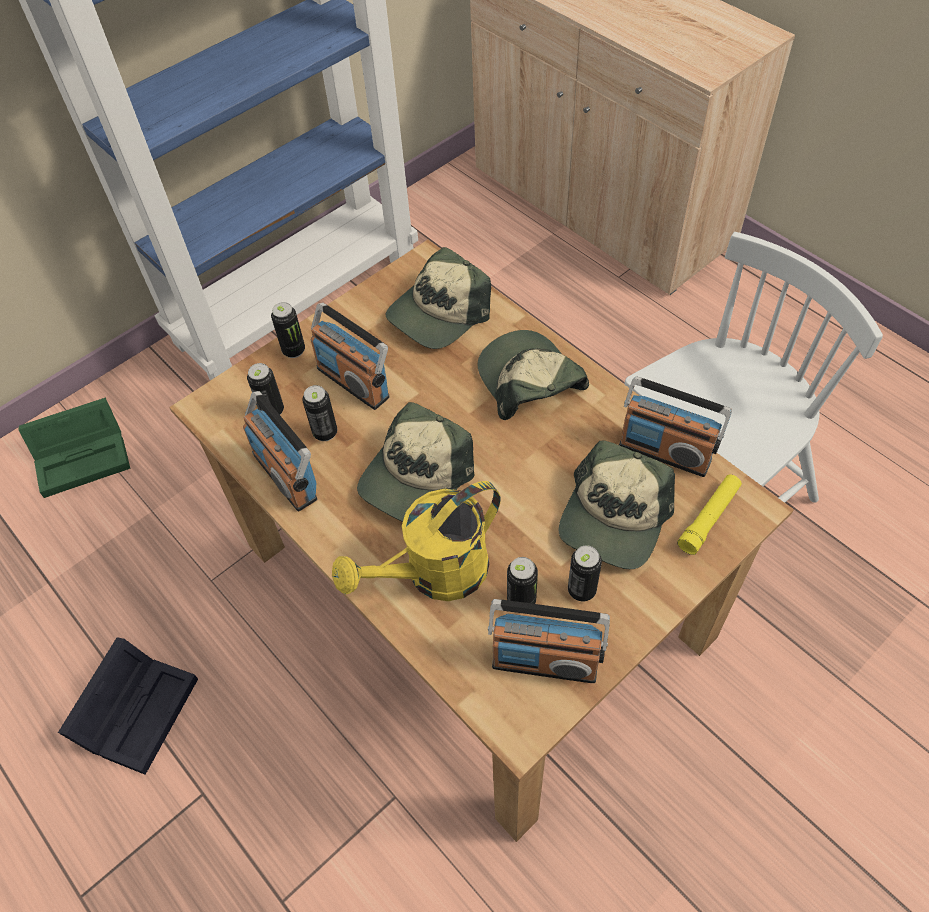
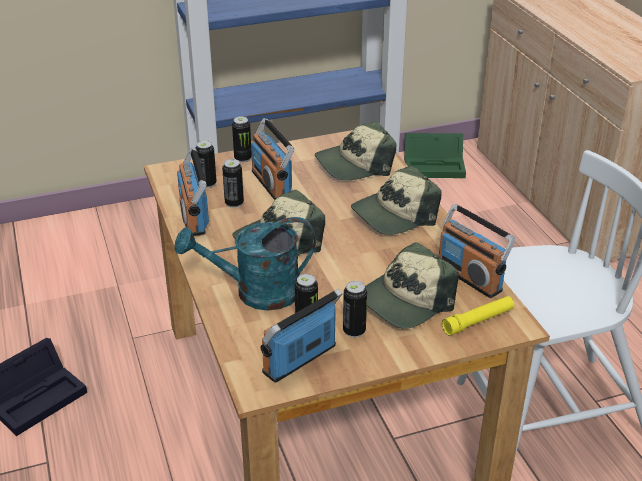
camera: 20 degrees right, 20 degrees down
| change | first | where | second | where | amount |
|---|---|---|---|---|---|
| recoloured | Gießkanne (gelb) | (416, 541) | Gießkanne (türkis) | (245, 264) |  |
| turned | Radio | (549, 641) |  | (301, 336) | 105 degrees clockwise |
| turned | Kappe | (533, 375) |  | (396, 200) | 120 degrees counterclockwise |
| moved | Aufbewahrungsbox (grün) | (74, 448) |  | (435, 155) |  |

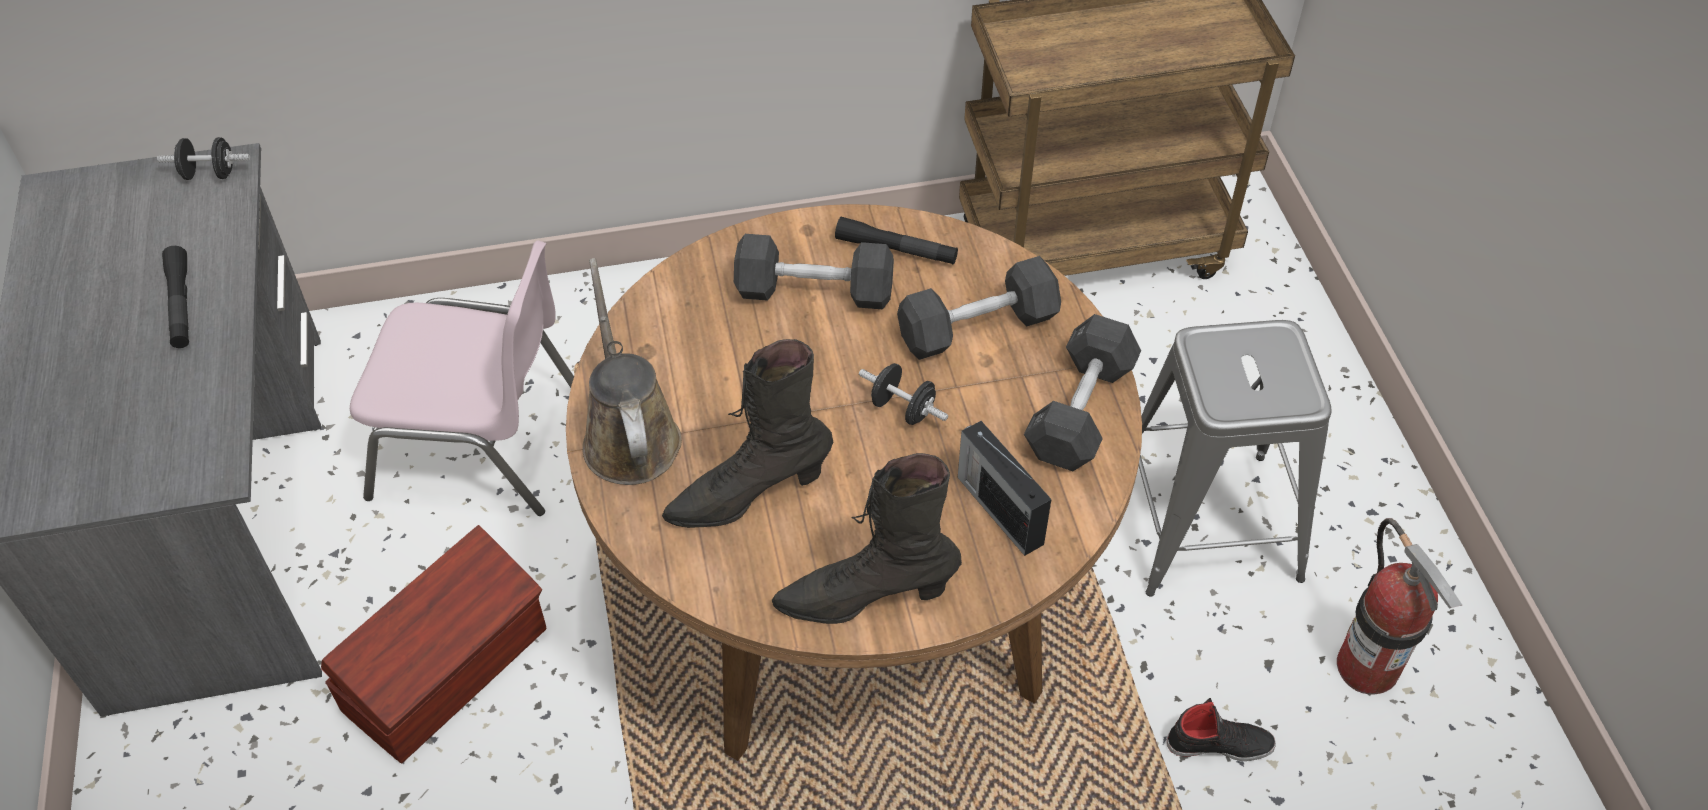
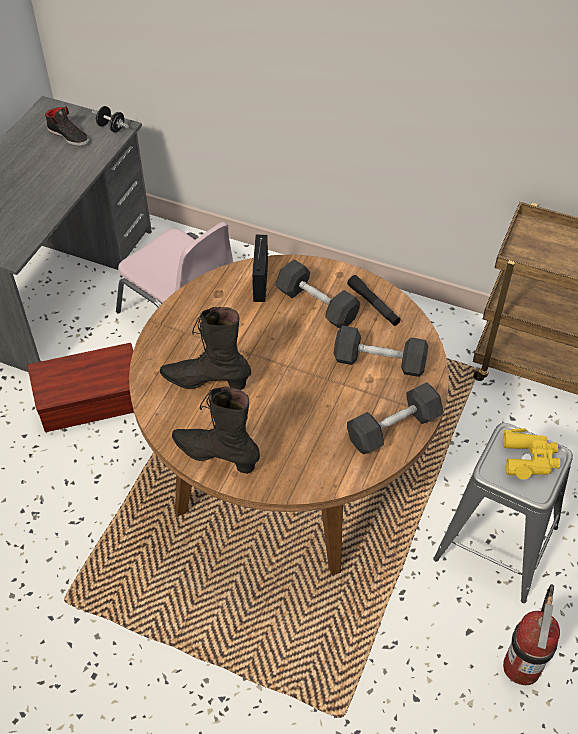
camera: 35 degrees right, 0 degrees up
| change | first | where | second | where | amount |
|---|---|---|---|---|---|
| moved | Schuh (schwarz) | (1221, 729) |  | (67, 126) |  |
| moved | Radio | (1004, 488) |  | (260, 268) |  |
| added |  |  | Fernglas (gelb) | (531, 454) |  |
| removed | Taschenlampe (schwarz) | (175, 297) |  |  |  |
| removed | Gießkanne (braun) | (632, 371) |  |  |  |
| removed | Hantel (schwarz) | (903, 394) |  |  |  |

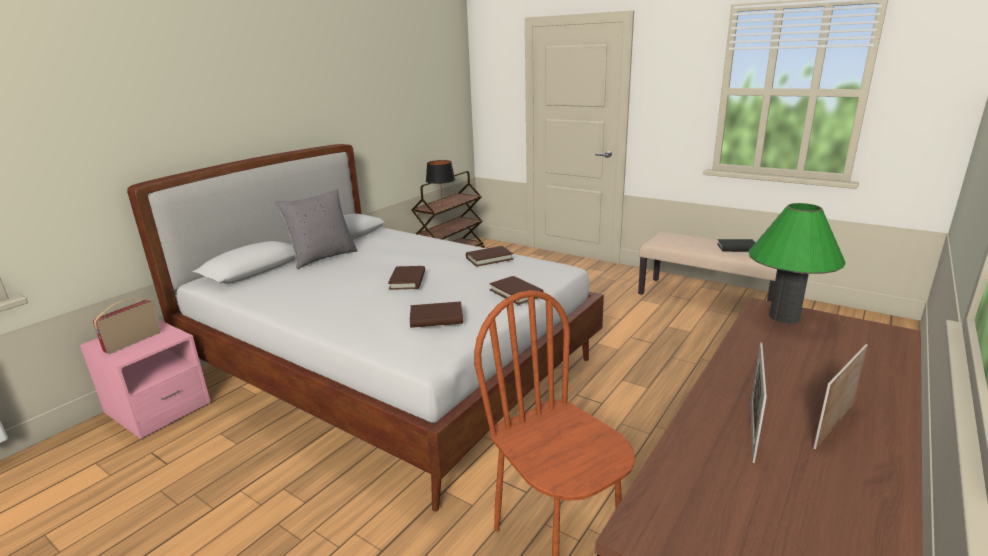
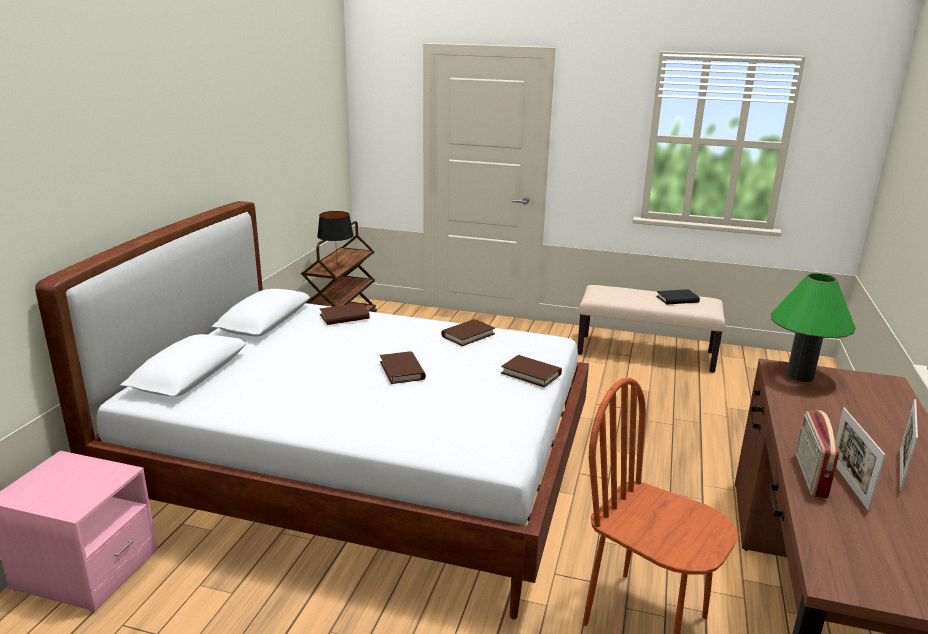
camera: 20 degrees left, 0 degrees up
| change | first | where | second | where | amount |
|---|---|---|---|---|---|
| moved | Buch (braun) | (436, 315) |  | (345, 314) |  |
| moved | Radio | (127, 326) |  | (817, 454) |  |
| removed | Kissen (grau) | (316, 229) |  |  |  |

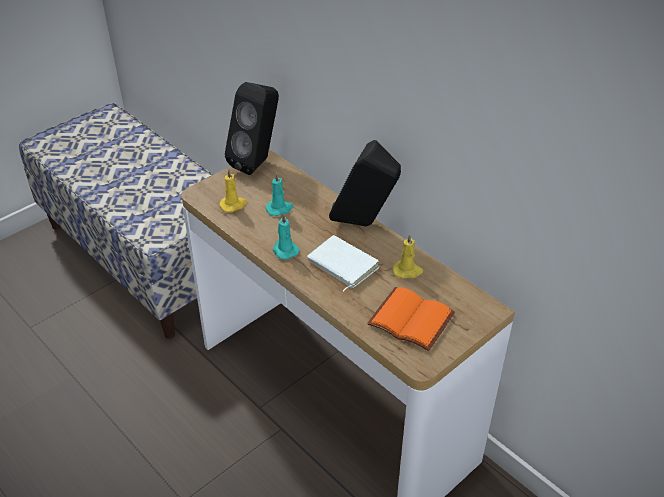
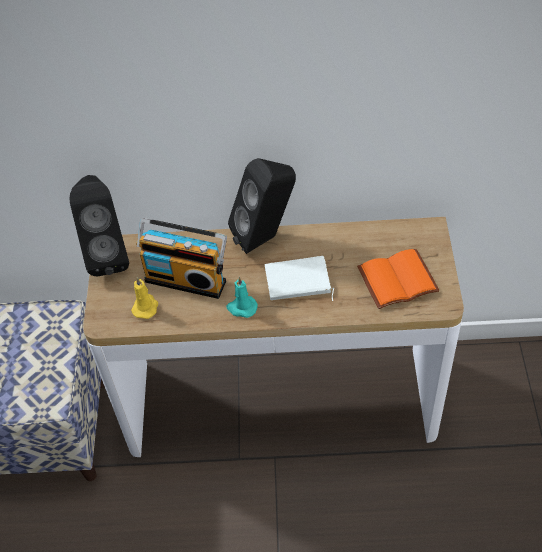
camera: 45 degrees left, 10 degrees up
| change | first | where | second | where | amount |
|---|---|---|---|---|---|
| replaced | Kerze (türkis) | (279, 194) | Radio | (181, 258) |  |
| removed | Kerze (gelb) | (408, 256) |  |  |  |

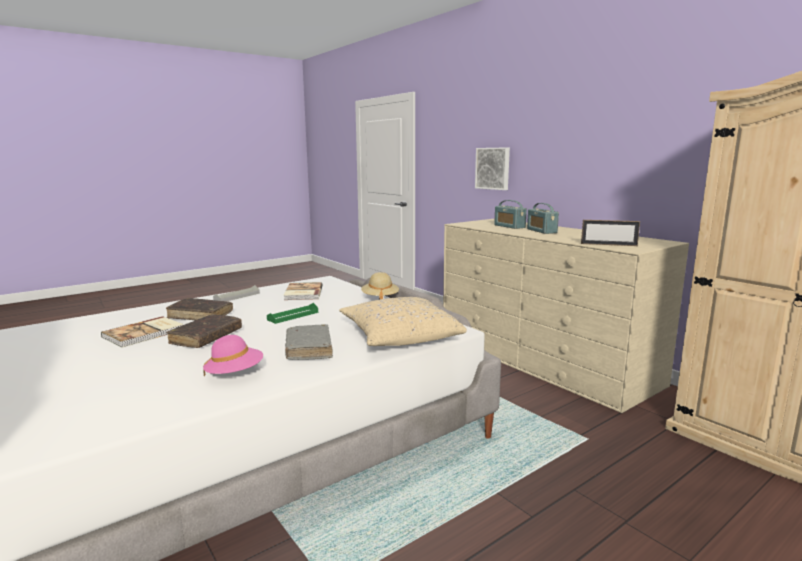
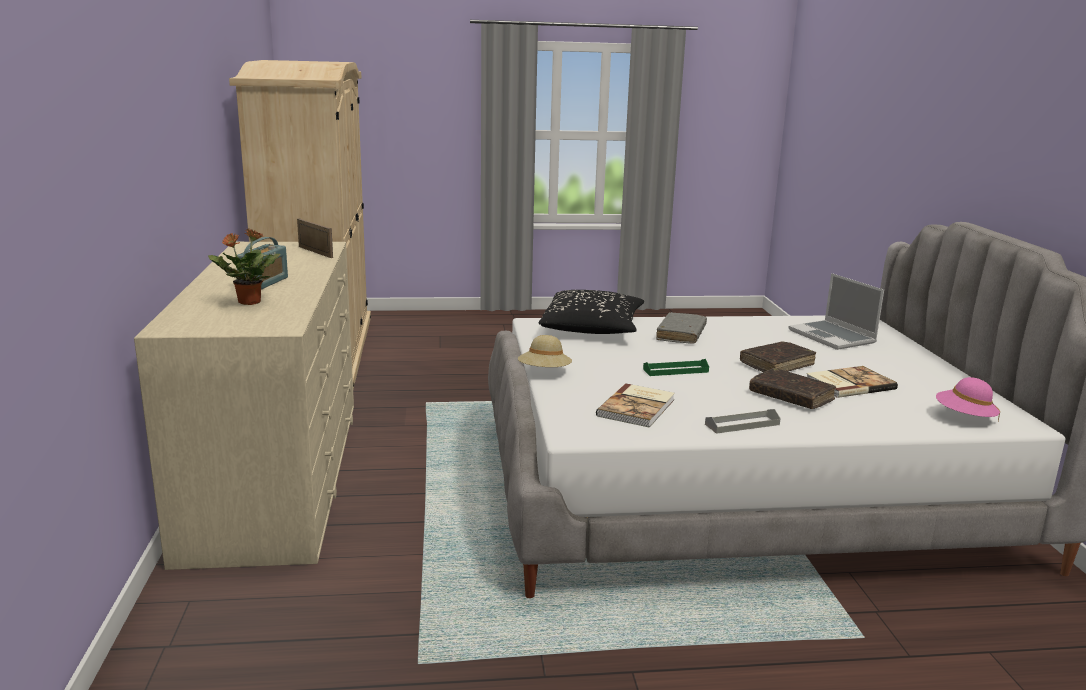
camera: 150 degrees left, 5 degrees up
| change | first | where | second | where | amount |
|---|---|---|---|---|---|
| replaced | Radio | (510, 214) | Topfpflanze | (244, 267) |  |
| recoloured | Kissen (beige) | (403, 321) | Kissen (schwarz) | (591, 312) |  |
| added |  |  | Laptop | (836, 311) |  |
| moved | Hut (rosa) | (233, 356) |  | (968, 399) |  |
| removed | Bild | (492, 168) |  |  |  |

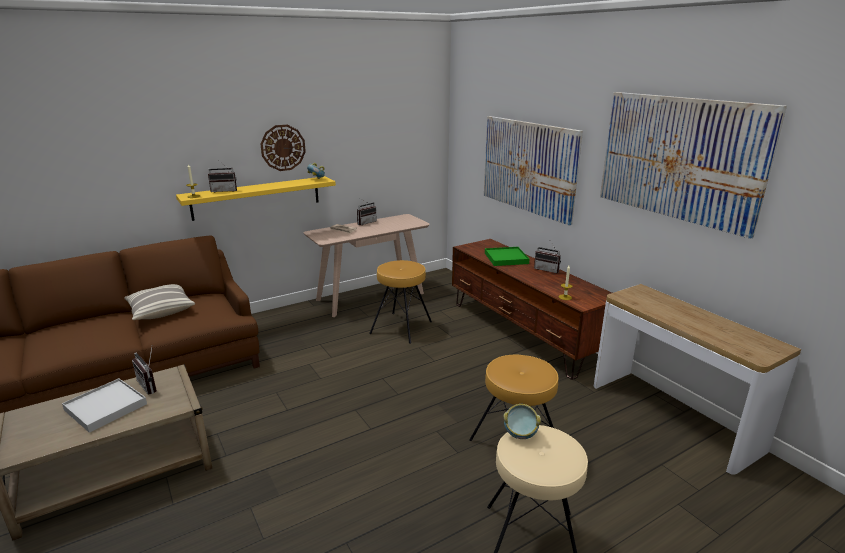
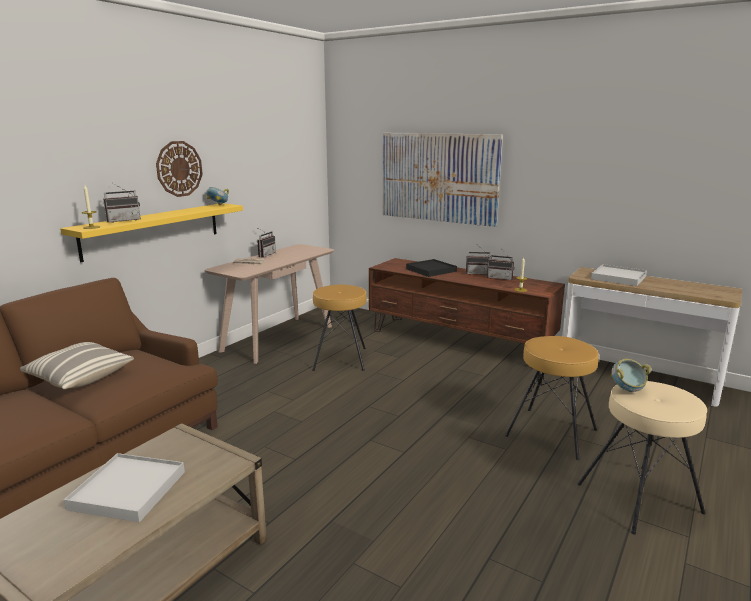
camera: 25 degrees left, 5 degrees down
| change | first | where | second | where | amount |
|---|---|---|---|---|---|
| recoloured | Tablett (grün) | (507, 256) | Tablett (schwarz) | (431, 268) |  |
| moved | Radio | (144, 371) |  | (501, 264) |  |
| added |  |  | Tablett (weiß) | (619, 275) |  |
| removed | Bild | (693, 165) |  |  |  |

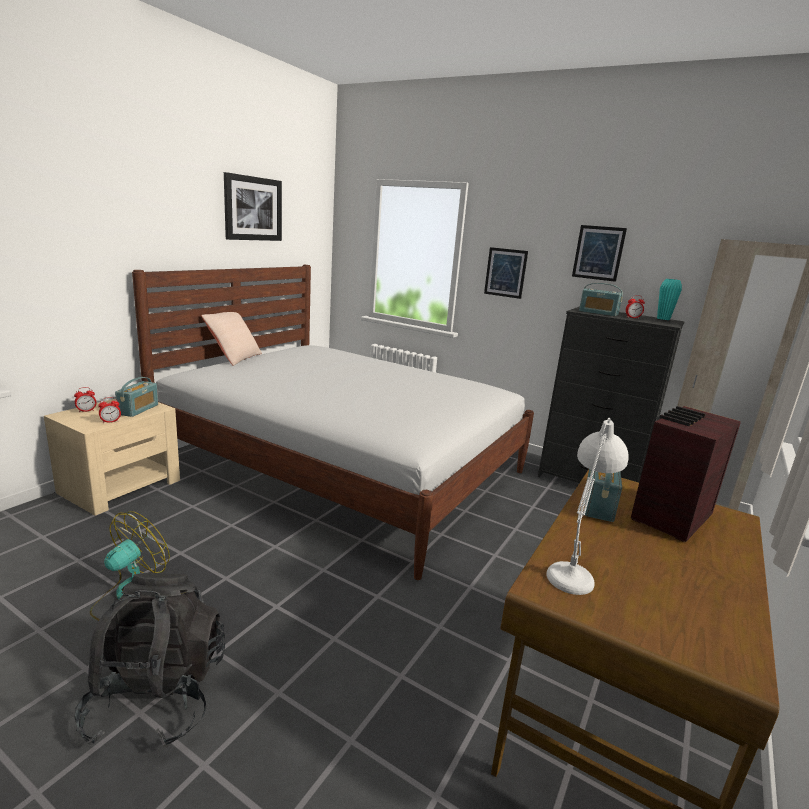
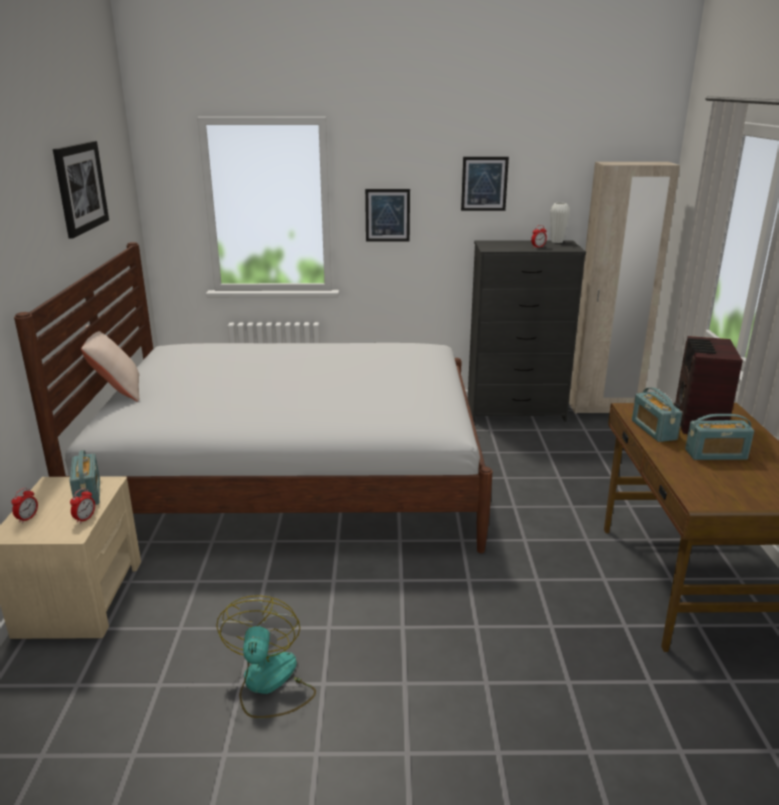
camera: 30 degrees left, 5 degrees up
| change | first | where | second | where | amount |
|---|---|---|---|---|---|
| recoloured | Vase (türkis) | (669, 299) | Vase (weiß) | (560, 223) |  |
| moved | Radio | (601, 299) |  | (719, 437) |  |
| removed | Rucksack (schwarz) | (149, 660) |  |  |  |
| removed | Tischlampe (weiß) | (587, 506) |  |  |  |

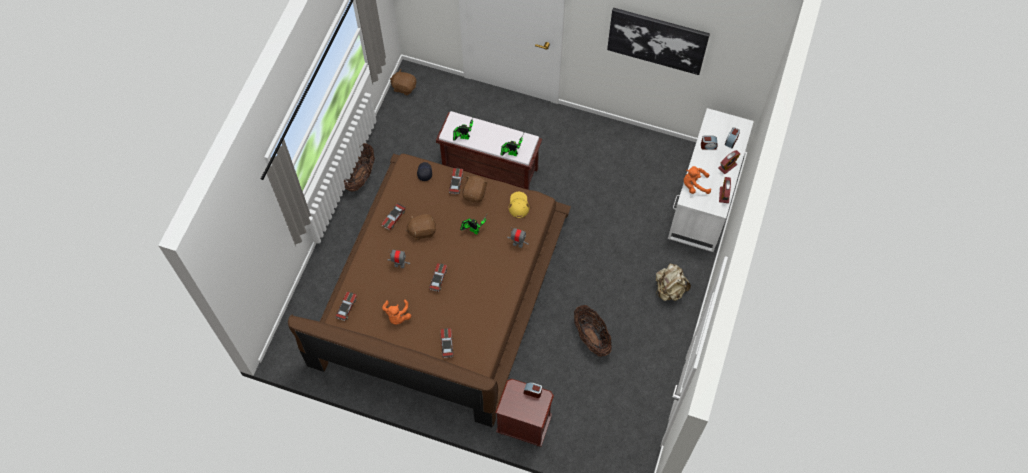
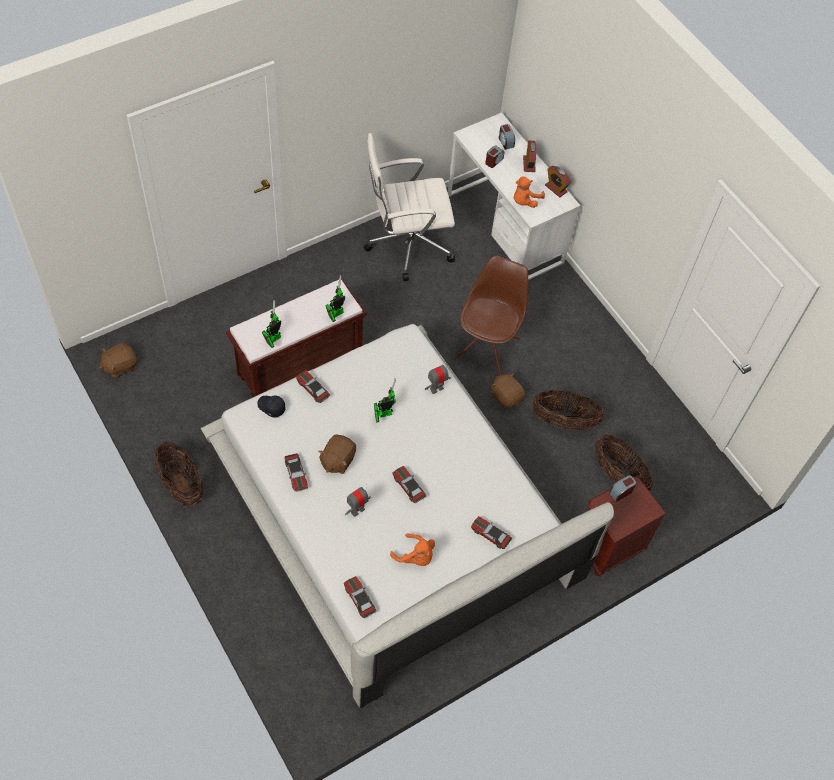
camera: 55 degrees left, 5 degrees down
| change | first | where | second | where | amount |
|---|---|---|---|---|---|
| recoloured | Bett (braun) | (429, 290) | Bett (weiß) | (407, 516) |  |
| added |  |  | Bürostuhl (weiß) | (409, 207) |  |
| added |  |  | Stuhl (braun) | (490, 315) |  |
| moved | Plüschtier (braun) | (475, 189) |  | (508, 391) |  |
| added |  |  | Korb | (623, 462) |  |
| removed | Kappe (gelb) | (519, 205) |  |  |  |
| removed | Bild | (658, 41) |  |  |  |
| removed | Rucksack (beige) | (673, 282) |  |  |  |

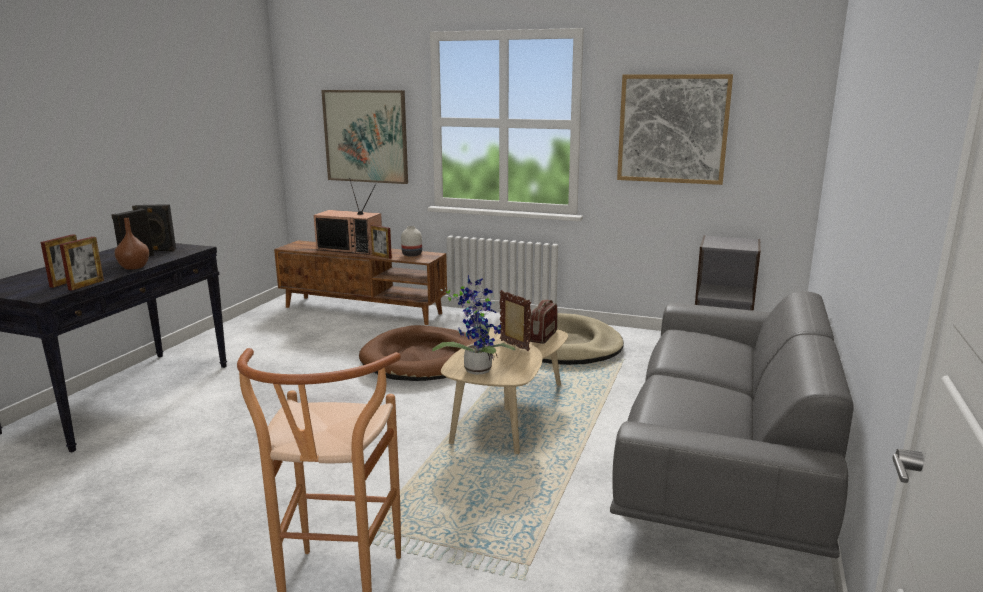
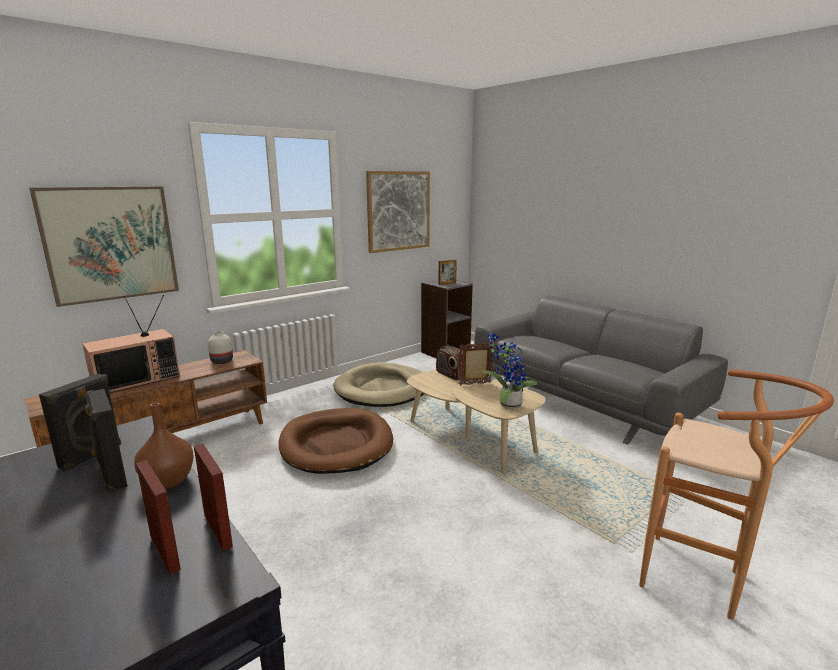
camera: 60 degrees left, 0 degrees up
| change | first | where | second | where | amount |
|---|---|---|---|---|---|
| moved | Bilderrahmen | (381, 242) |  | (447, 272) |  |

